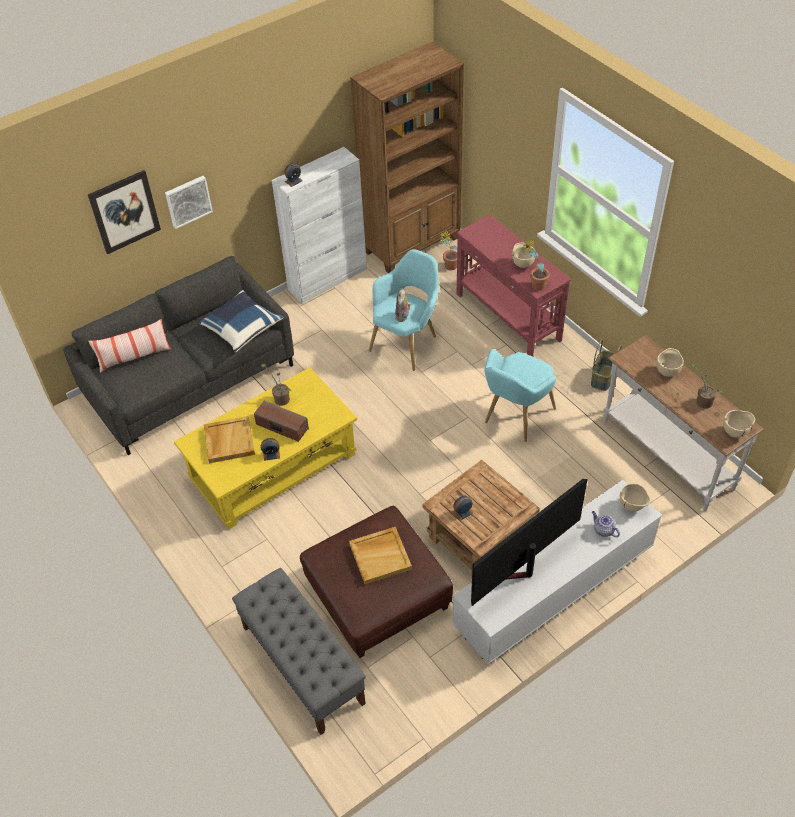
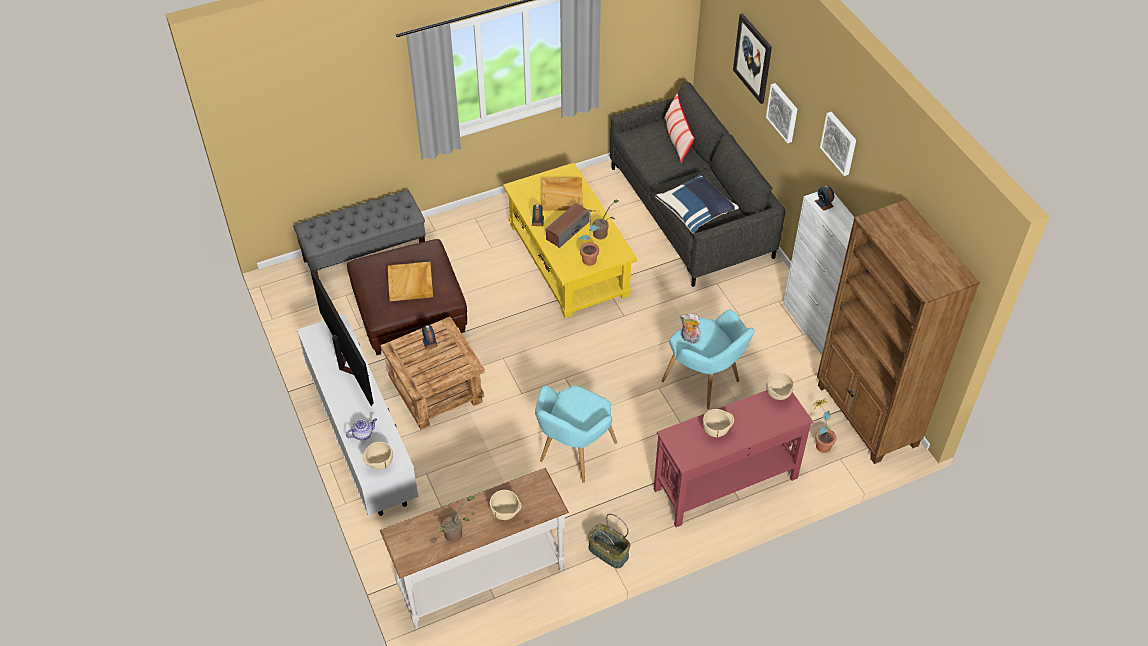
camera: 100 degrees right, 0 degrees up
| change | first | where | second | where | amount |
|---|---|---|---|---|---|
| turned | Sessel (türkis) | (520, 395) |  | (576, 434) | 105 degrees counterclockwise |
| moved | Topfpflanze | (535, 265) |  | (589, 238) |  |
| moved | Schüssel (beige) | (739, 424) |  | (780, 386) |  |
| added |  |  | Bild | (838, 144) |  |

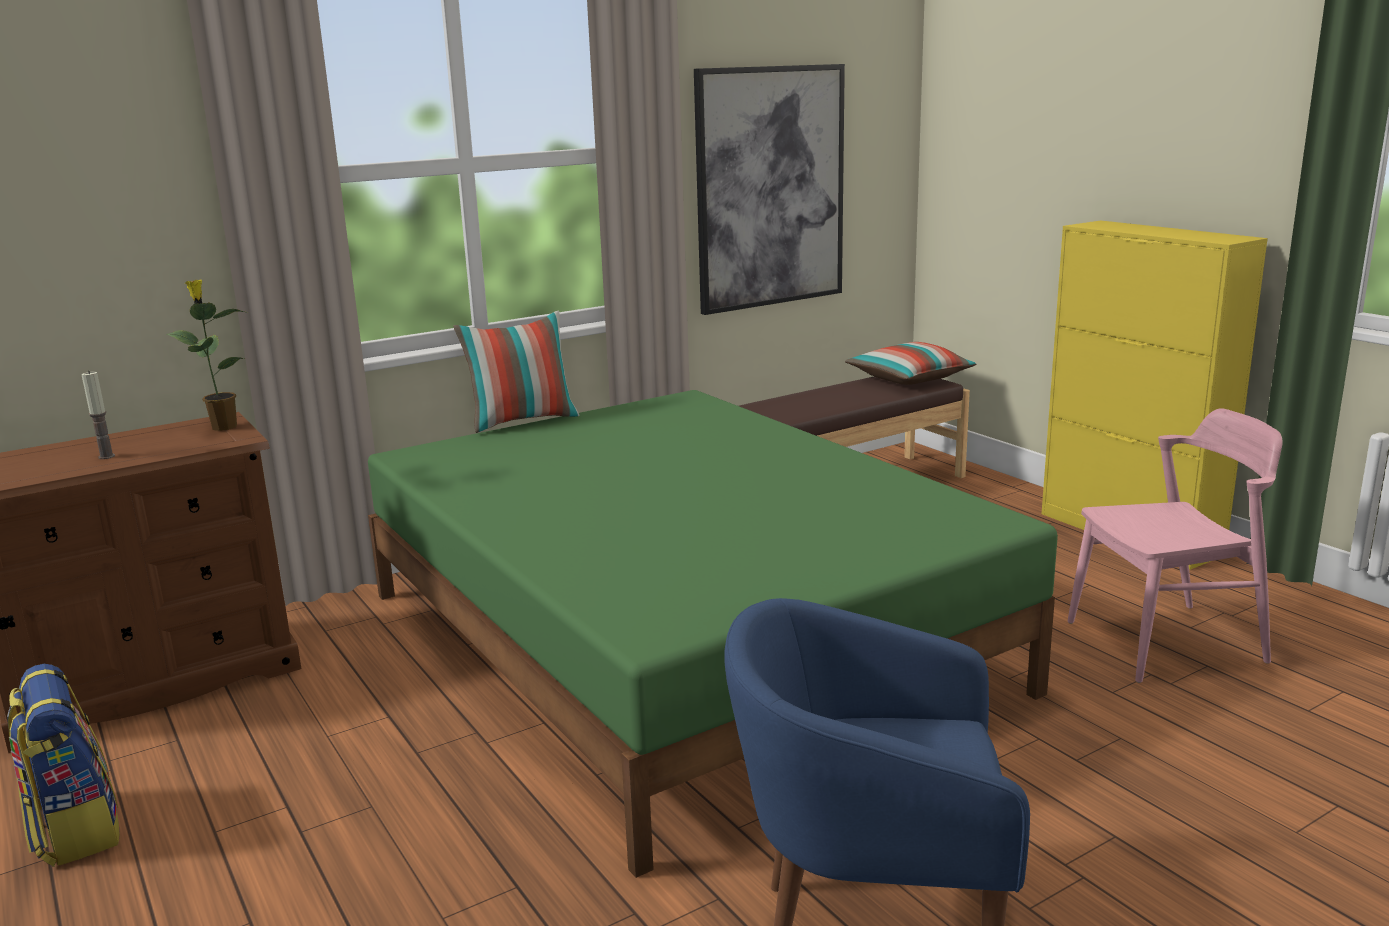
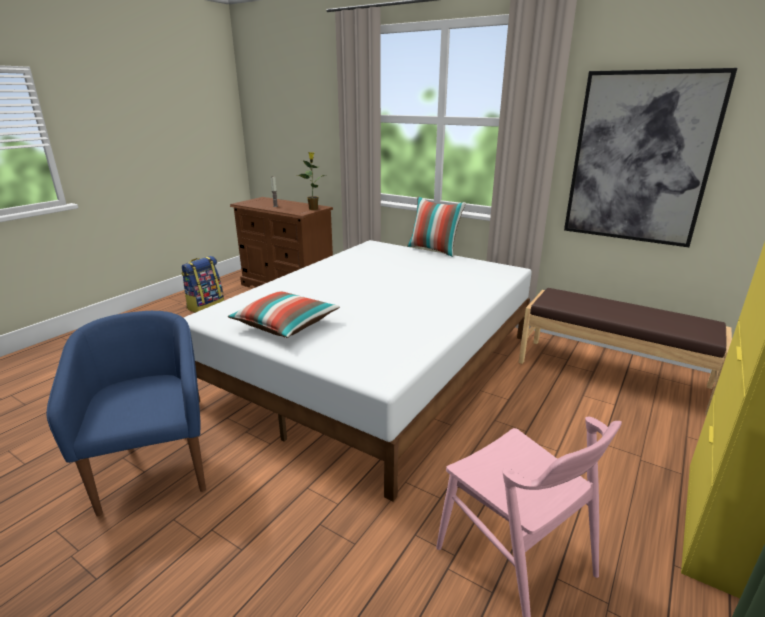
camera: 65 degrees right, 5 degrees up
| change | first | where | second | where | amount |
|---|---|---|---|---|---|
| recoloured | Bett (grün) | (713, 634) | Bett (weiß) | (358, 371) |  |
| moved | Kissen | (911, 363) |  | (284, 314) |  |

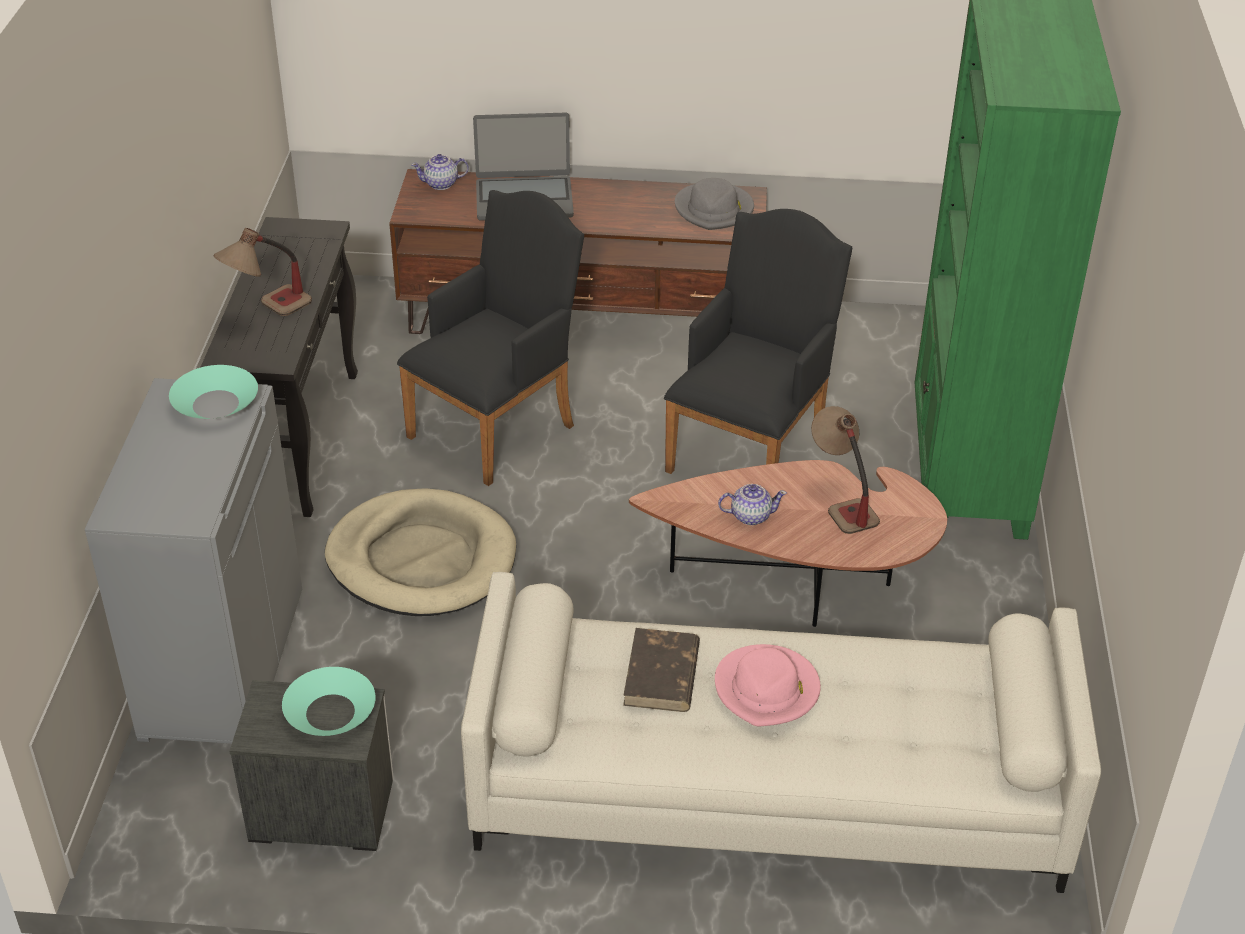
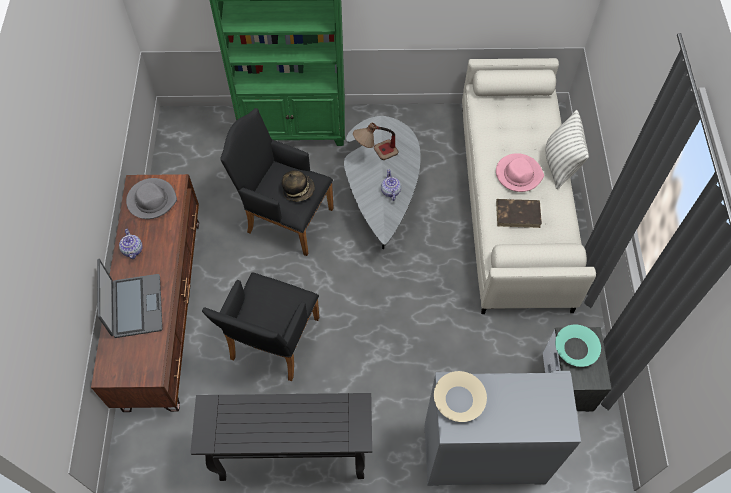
camera: 95 degrees left, 20 degrees up
| change | first | where | second | where | amount |
|---|---|---|---|---|---|
| moved | Teekanne | (440, 172) |  | (131, 244) |  |
| turned | Sessel (schwarz) | (490, 338) |  | (260, 327) | 105 degrees counterclockwise |
| added |  |  | Hut | (298, 185) |  |
| recoloured | Couchtisch (braun) | (788, 543) | Couchtisch (grau) | (382, 182) |  |
| recoloured | Schüssel (türkis) | (213, 392) | Schüssel (beige) | (460, 396) |  |
| added |  |  | Kissen | (567, 149) |  |
| removed | Tischlampe | (263, 272) |  |  |  |
| removed | Hundebett (beige) | (420, 552) |  |  |  |

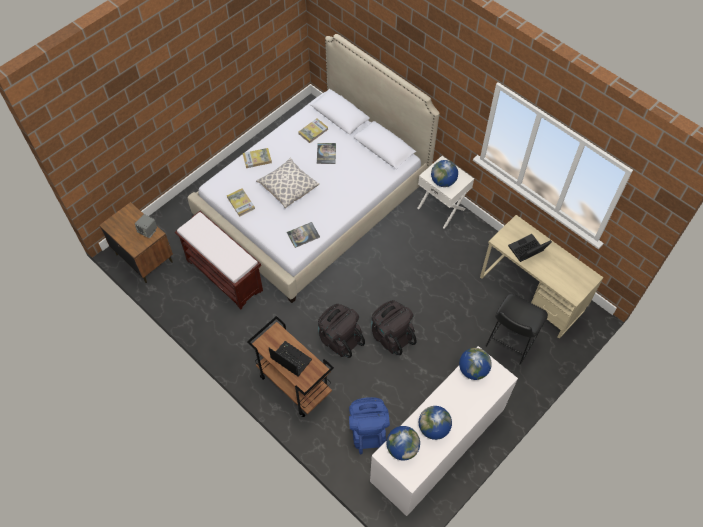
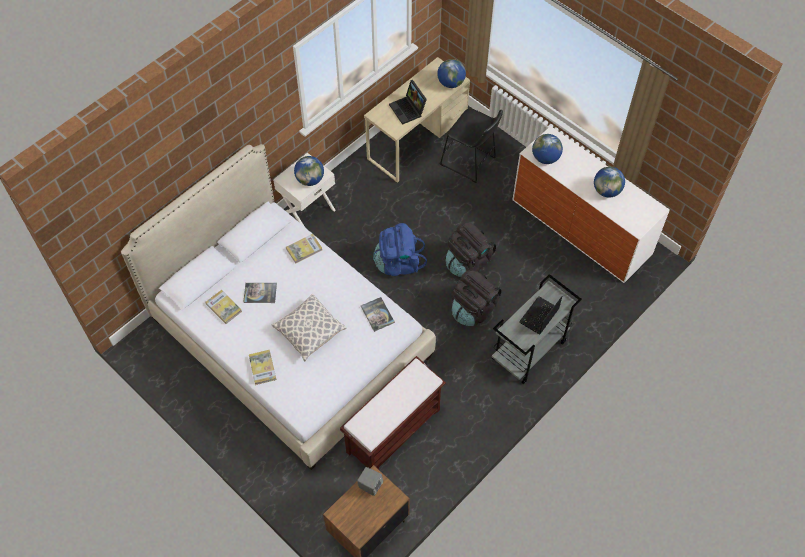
camera: 90 degrees left, 0 degrees up
| change | first | where | second | where | amount |
|---|---|---|---|---|---|
| moved | Buch | (241, 202) |  | (304, 249) |  |
| moved | Rucksack (blau) | (369, 425) |  | (400, 249) |  |
| moved | Globus | (403, 443) |  | (451, 73) |  |
| recoloured | Rollwagen (braun) | (290, 366) | Rollwagen (grau) | (537, 329) |  |

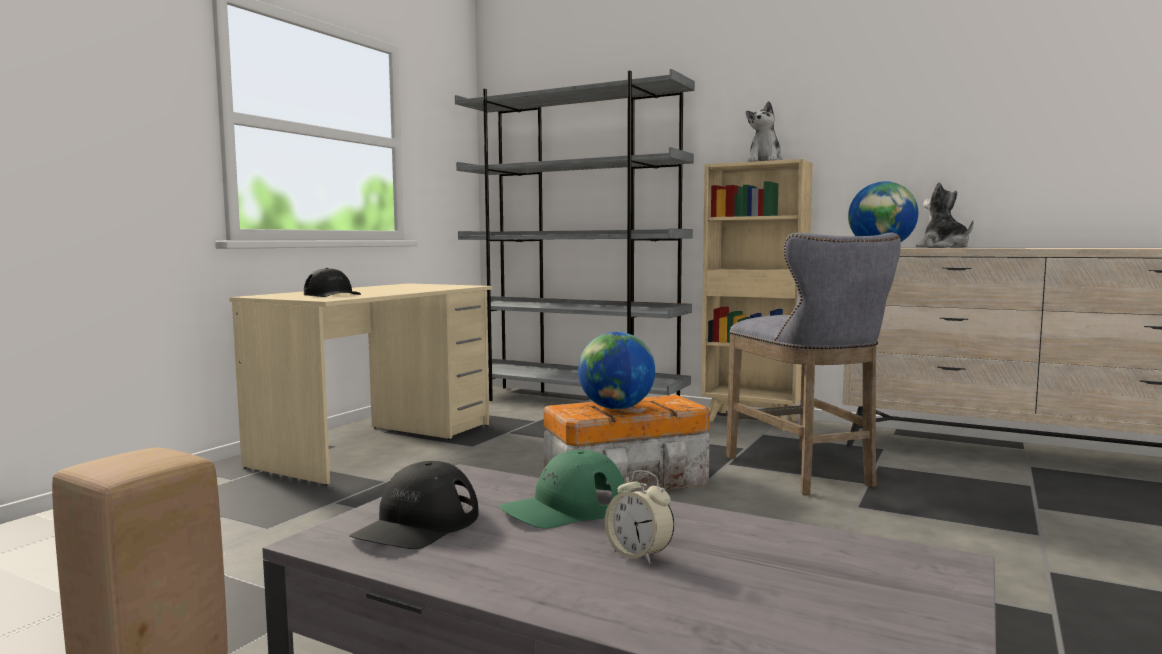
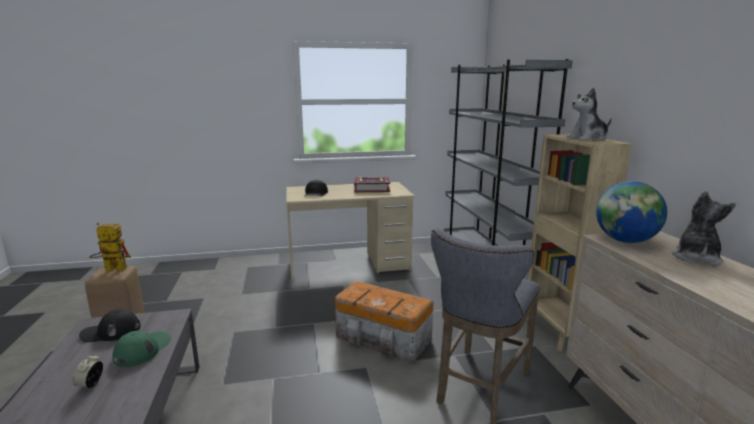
camera: 50 degrees right, 10 degrees up
| change | first | where | second | where | amount |
|---|---|---|---|---|---|
| added |  |  | Spielzeugroboter | (110, 247) |  |
| turned | Kappe (grün) | (562, 489) |  | (141, 349) | 90 degrees clockwise |
| added |  |  | Buch | (372, 184) |  |
| removed | Globus | (616, 371) |  |  |  |

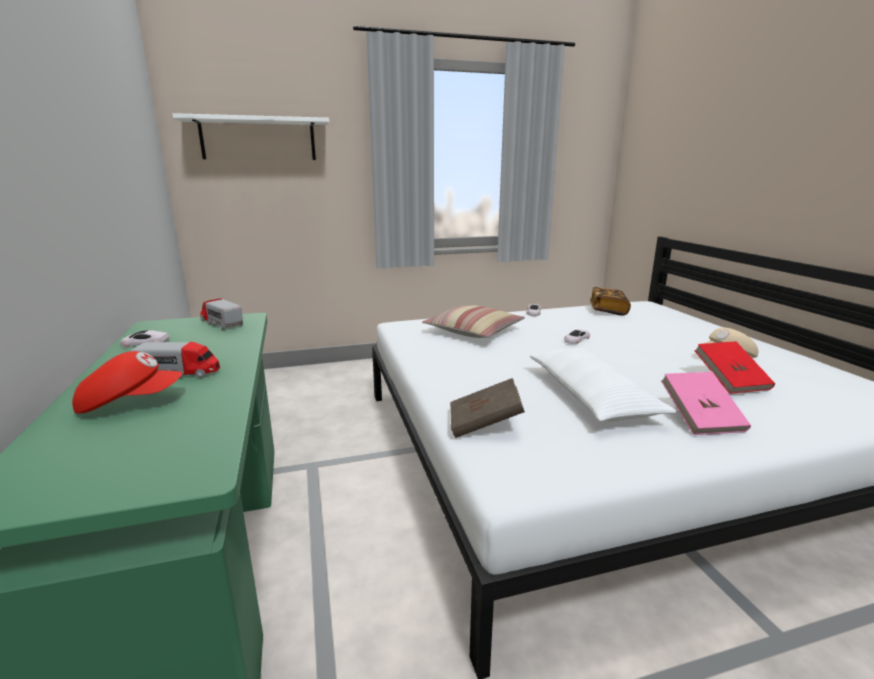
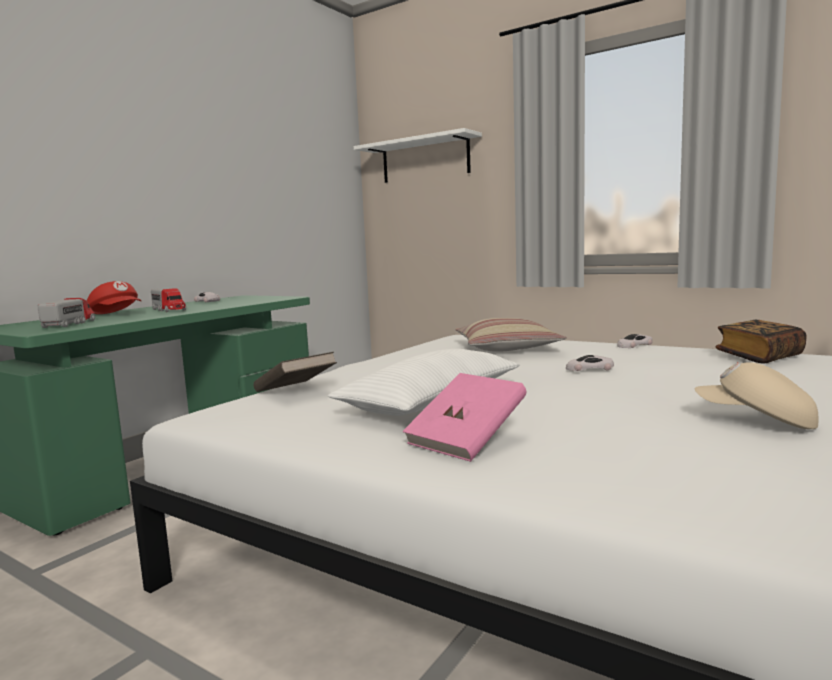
camera: 50 degrees right, 10 degrees down
| change | first | where | second | where | amount |
|---|---|---|---|---|---|
| moved | Spielzeuglaster | (221, 314) |  | (66, 313) |  |
| removed | Buch (rot) | (734, 367) |  |  |  |

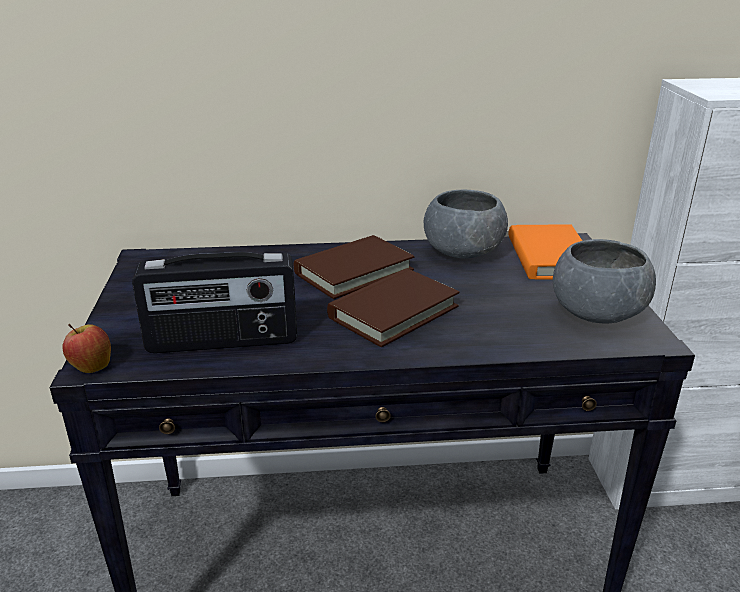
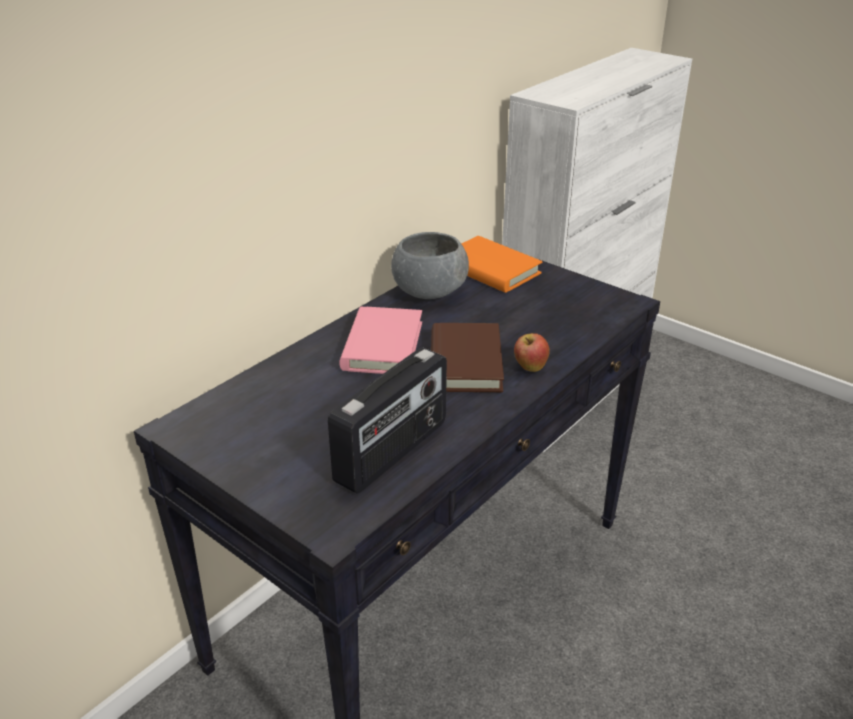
camera: 45 degrees left, 5 degrees up
| change | first | where | second | where | amount |
|---|---|---|---|---|---|
| recoloured | Buch (braun) | (354, 267) | Buch (rosa) | (380, 340) |  |
| moved | Apfel | (86, 348) |  | (532, 352) |  |
| removed | Schüssel (grau) | (604, 281) |  |  |  |

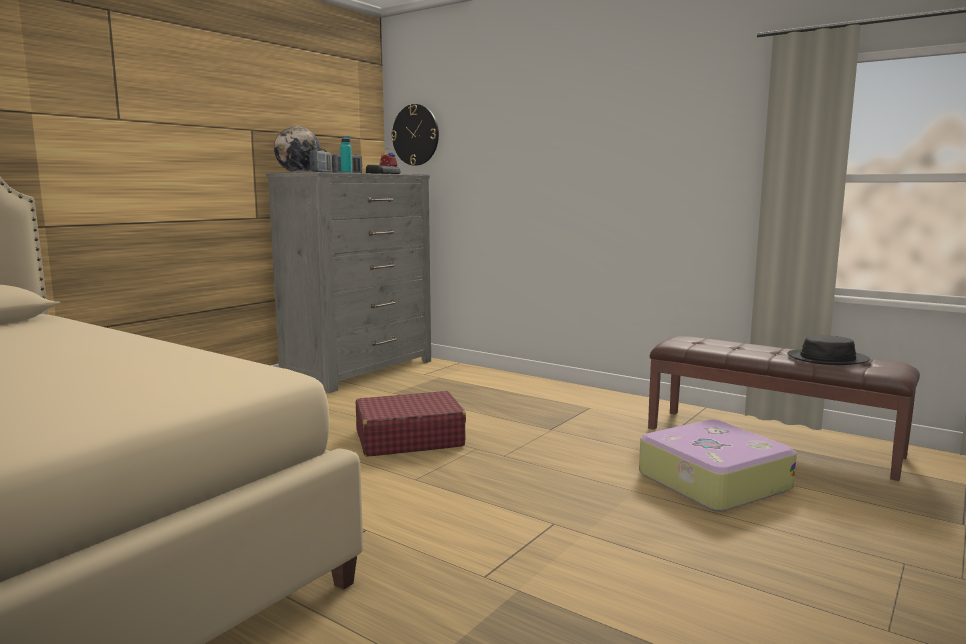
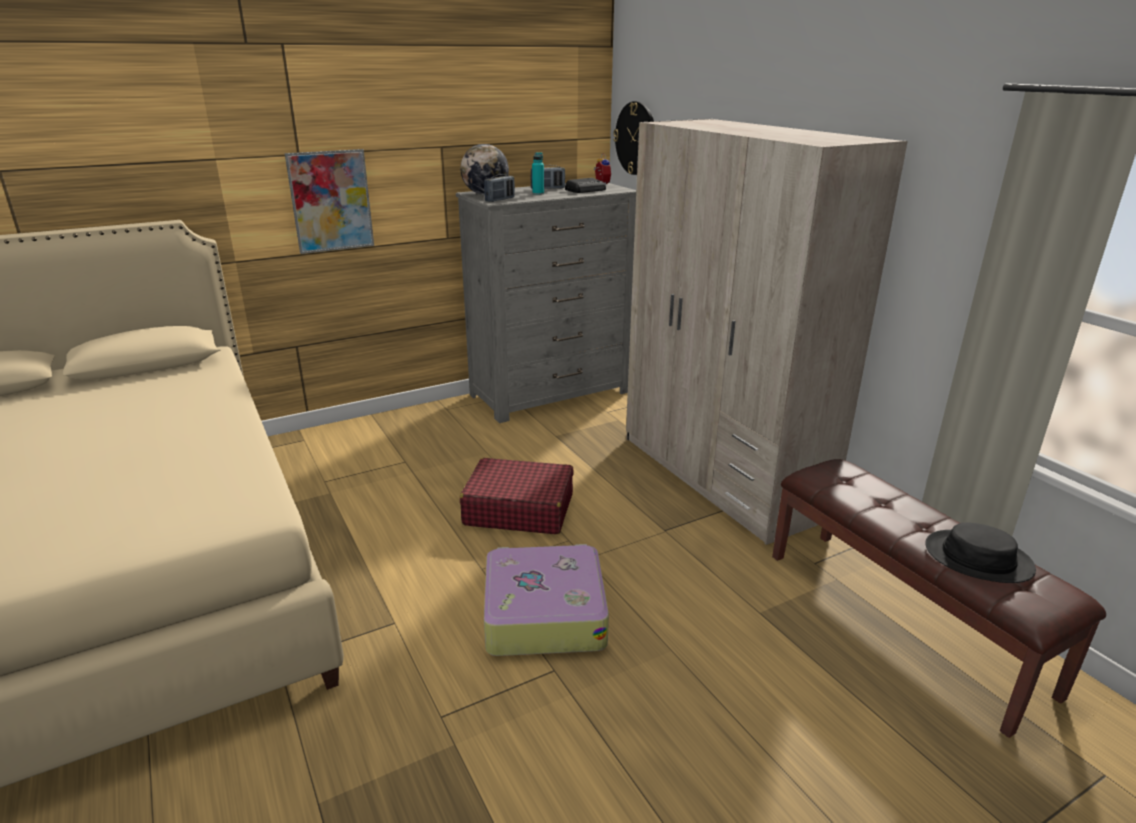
camera: 25 degrees right, 15 degrees up
| change | first | where | second | where | amount |
|---|---|---|---|---|---|
| added |  |  | Bild | (329, 201) |  |
| moved | Koffer | (718, 466) |  | (546, 600) |  |
| added |  |  | Kleiderschrank (beige) | (767, 332) |  |

